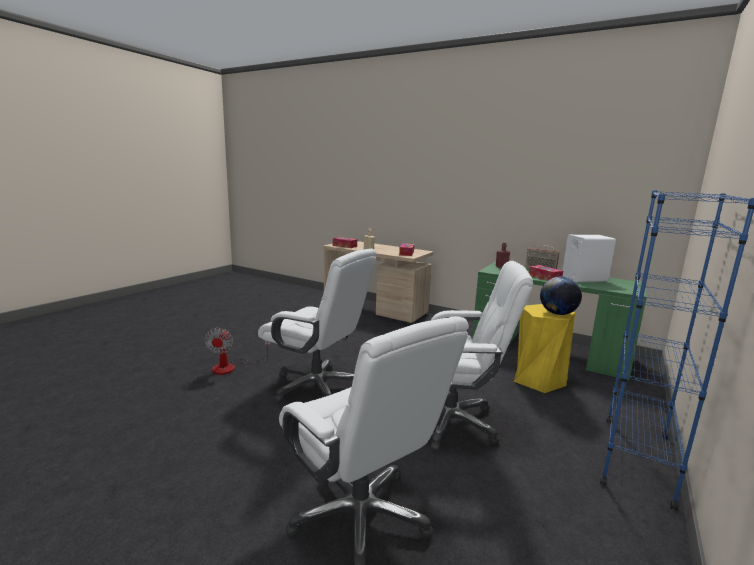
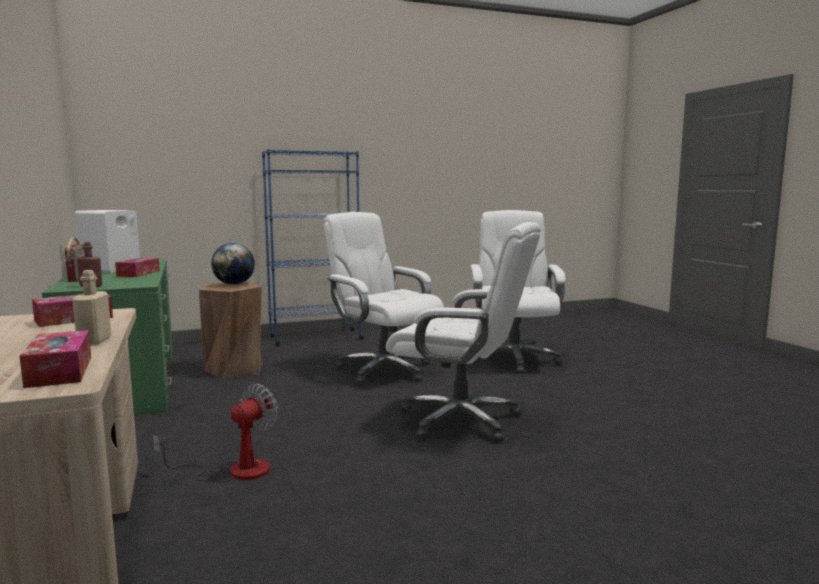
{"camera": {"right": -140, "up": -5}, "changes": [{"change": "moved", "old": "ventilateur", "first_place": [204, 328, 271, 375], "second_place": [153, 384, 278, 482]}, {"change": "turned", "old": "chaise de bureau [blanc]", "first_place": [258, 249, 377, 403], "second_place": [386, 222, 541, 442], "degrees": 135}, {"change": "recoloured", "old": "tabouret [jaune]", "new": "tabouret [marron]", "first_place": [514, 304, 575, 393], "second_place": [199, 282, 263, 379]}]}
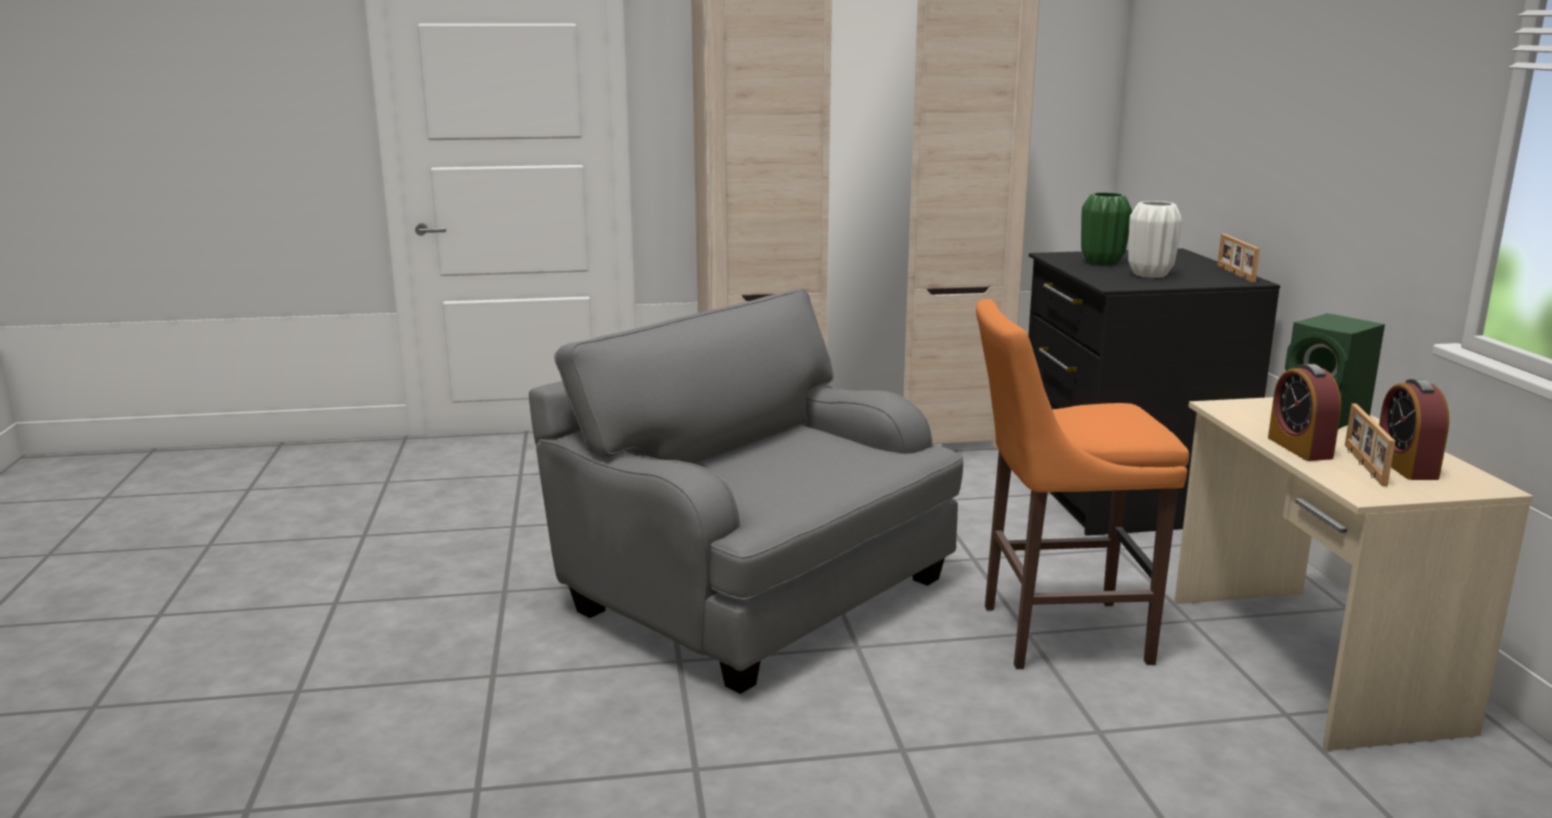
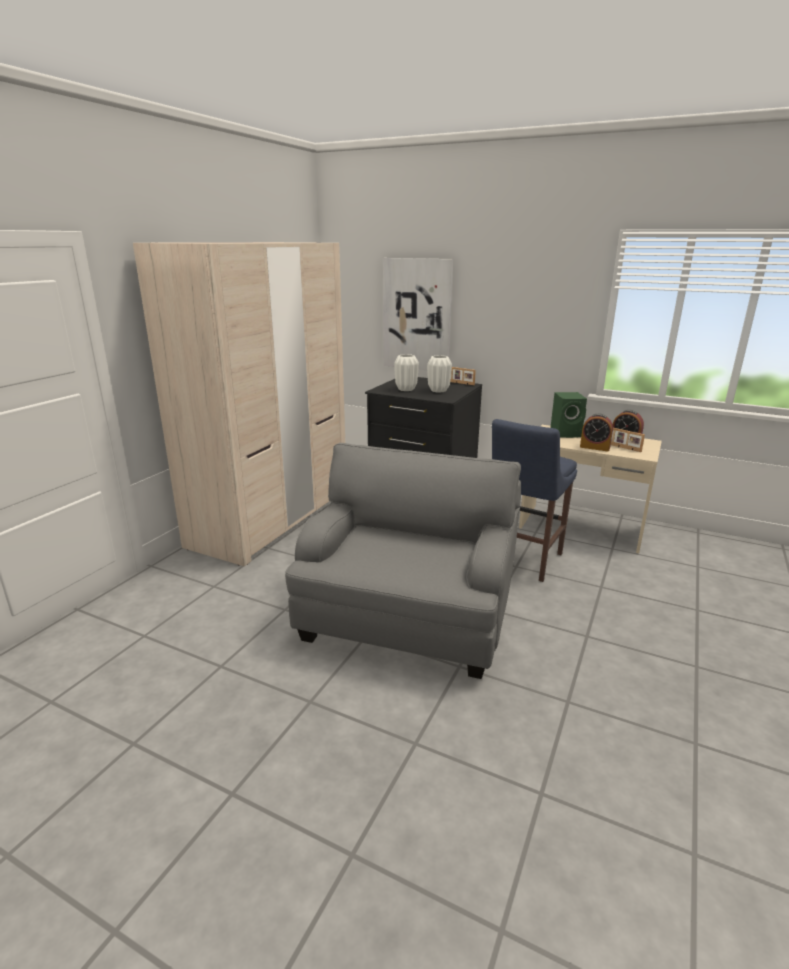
{"camera": {"right": -55, "up": 5}, "changes": [{"change": "turned", "old": "fauteuil [gris]", "first_place": [529, 289, 963, 694], "second_place": [285, 443, 521, 679], "degrees": 120}, {"change": "recoloured", "old": "tabouret [orange]", "new": "tabouret [bleu]", "first_place": [976, 299, 1189, 669], "second_place": [492, 419, 577, 582]}, {"change": "recoloured", "old": "vase [vert]", "new": "vase [blanc]", "first_place": [1081, 192, 1132, 266], "second_place": [394, 354, 419, 391]}, {"change": "added", "new": "tableau", "second_place": [383, 258, 453, 370]}]}
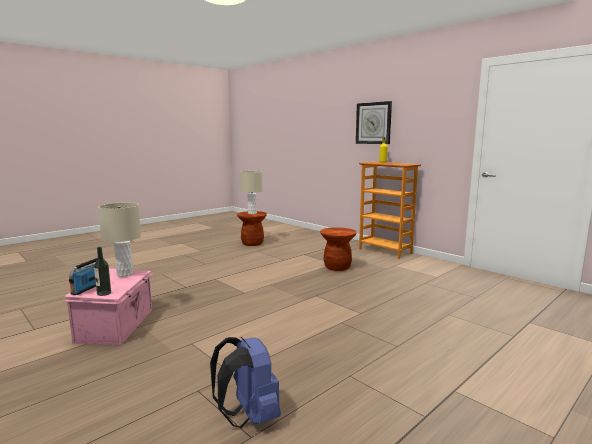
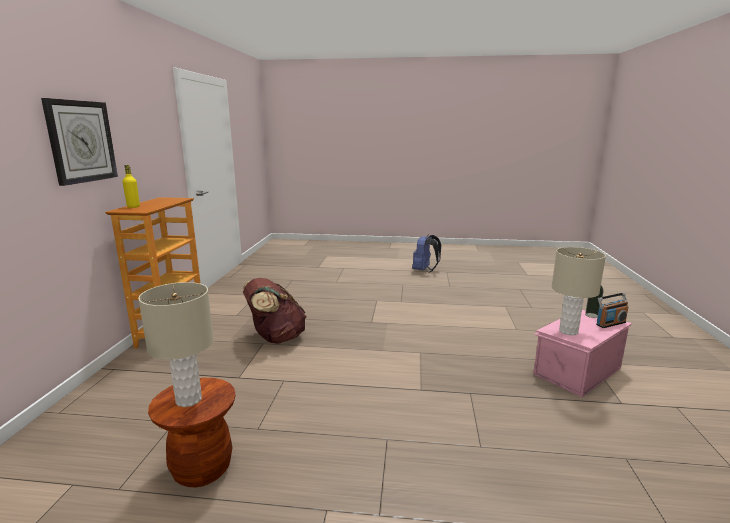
{"camera": {"right": -130, "up": 5}, "changes": [{"change": "moved", "old": "sac à dos [bleu]", "first_place": [210, 337, 281, 428], "second_place": [412, 234, 441, 272]}, {"change": "replaced", "old": "tabouret [marron]", "new": "sac à dos [marron]", "first_place": [320, 227, 356, 271], "second_place": [243, 278, 307, 344]}]}
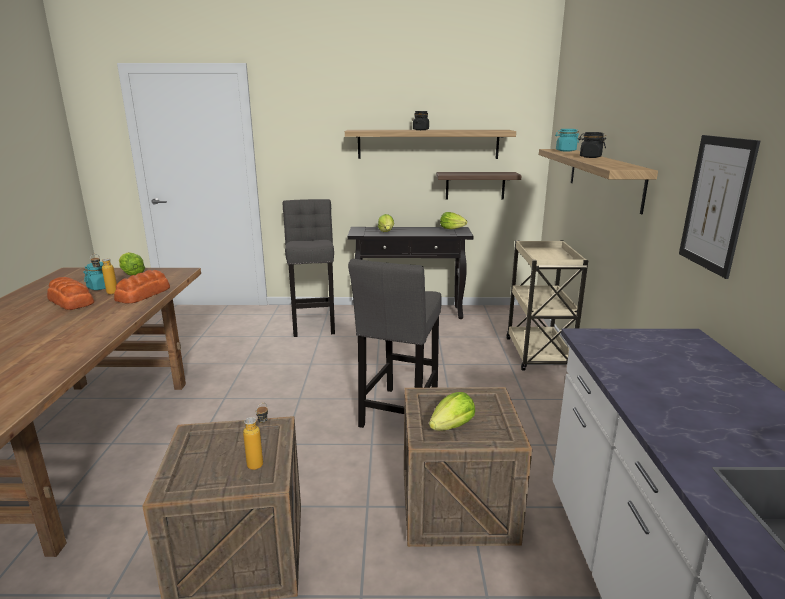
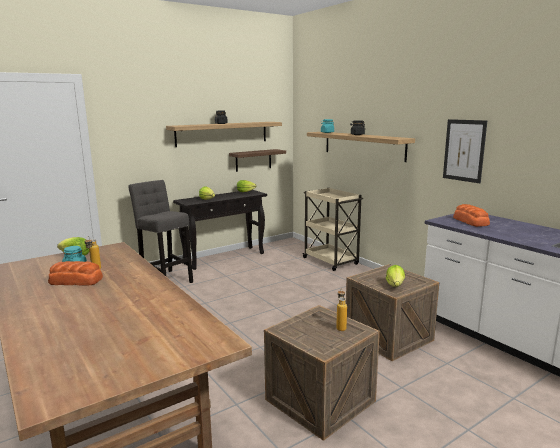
{"camera": {"right": -35, "up": -5}, "changes": [{"change": "moved", "old": "pain", "first_place": [114, 270, 170, 304], "second_place": [453, 204, 490, 227]}, {"change": "removed", "old": "tabouret [gris]", "first_place": [348, 259, 442, 428]}]}
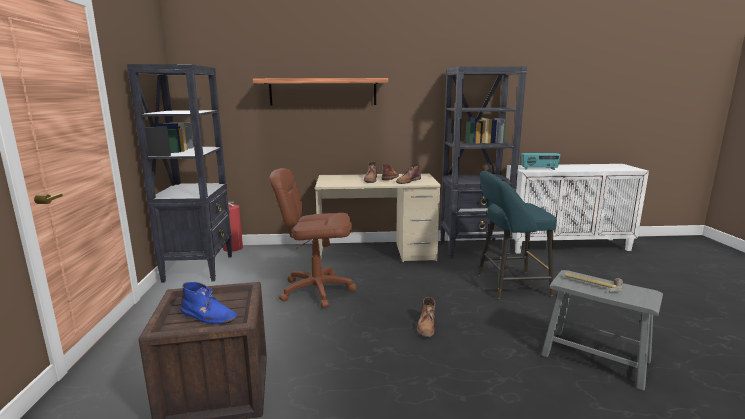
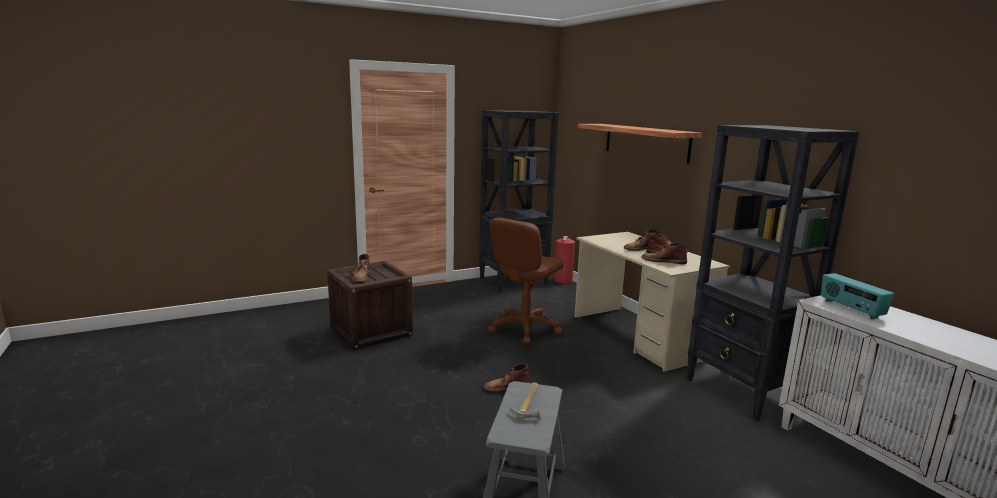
{"camera": {"right": 65, "up": 0}, "changes": [{"change": "recoloured", "old": "botte [bleu]", "new": "botte [marron]", "first_place": [180, 282, 238, 324], "second_place": [352, 254, 371, 283]}, {"change": "turned", "old": "chaise de bureau [marron]", "first_place": [270, 168, 356, 308], "second_place": [488, 218, 564, 344], "degrees": -120}, {"change": "removed", "old": "tabouret [turquoise]", "first_place": [478, 171, 557, 299]}]}
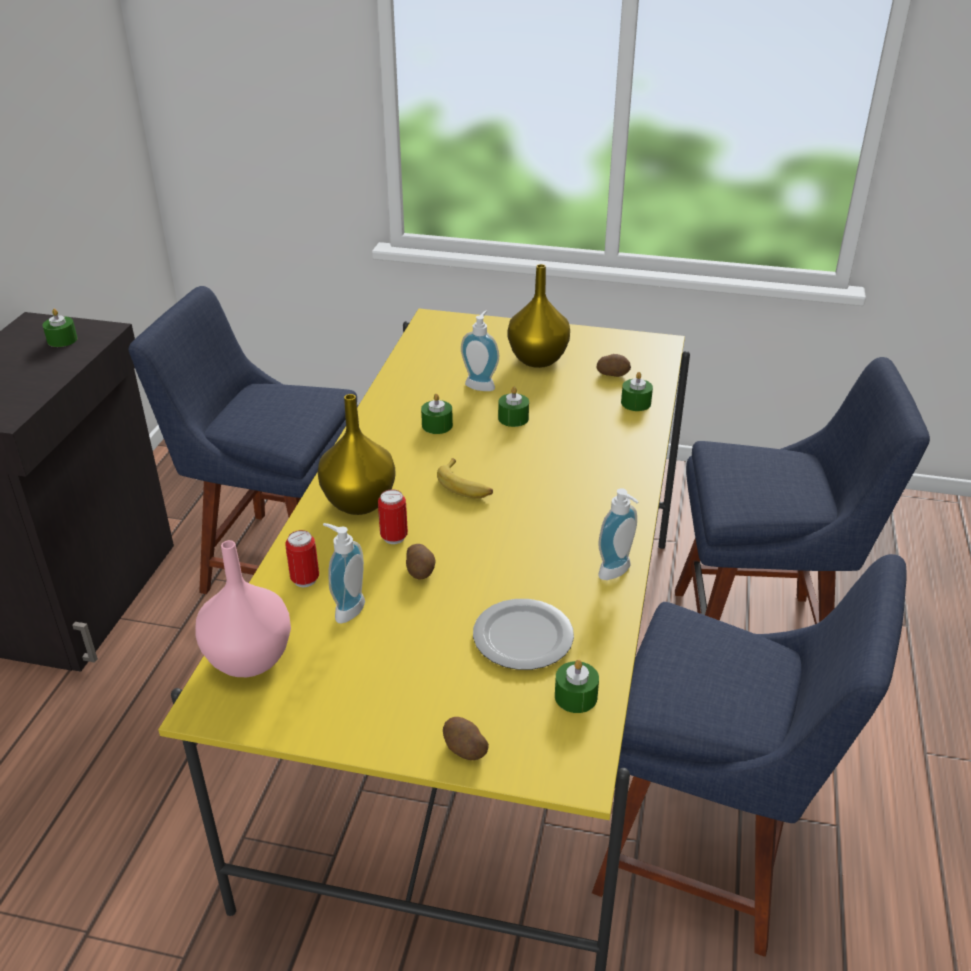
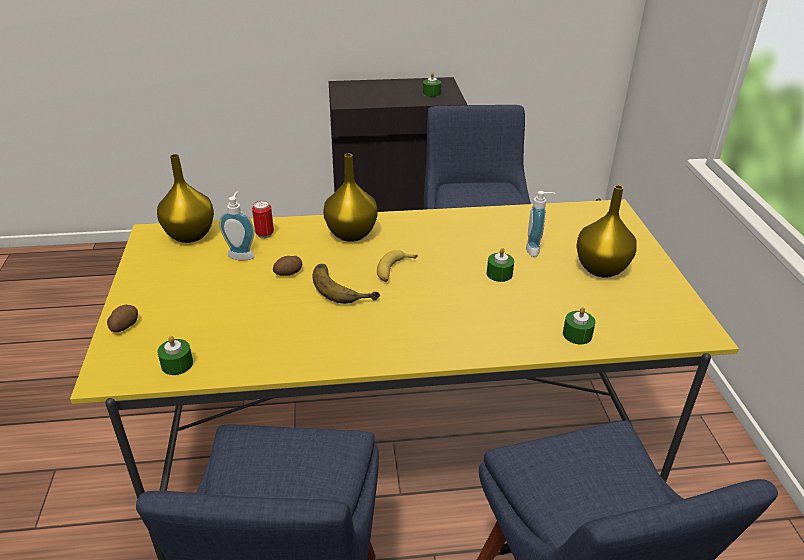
{"camera": {"right": 70, "up": 0}, "changes": [{"change": "recoloured", "old": "vase [rose]", "new": "vase [jaune]", "first_place": [195, 540, 291, 677], "second_place": [157, 154, 214, 243]}, {"change": "removed", "old": "boîte métallique", "first_place": [378, 489, 408, 544]}, {"change": "removed", "old": "bougie [vert]", "first_place": [421, 394, 453, 434]}, {"change": "removed", "old": "assiette", "first_place": [473, 599, 574, 670]}, {"change": "removed", "old": "pomme de terre", "first_place": [597, 354, 631, 377]}, {"change": "removed", "old": "distributeur de savon", "first_place": [598, 488, 639, 580]}, {"change": "added", "new": "banane", "second_place": [313, 264, 380, 304]}]}
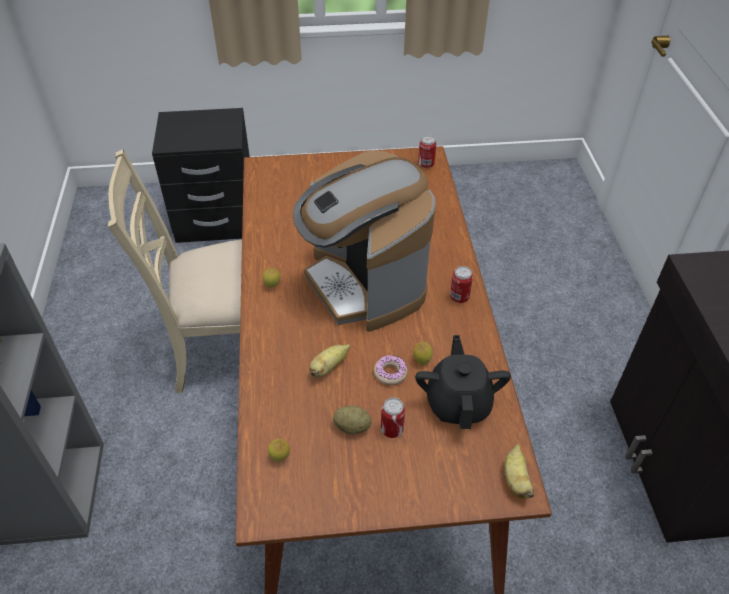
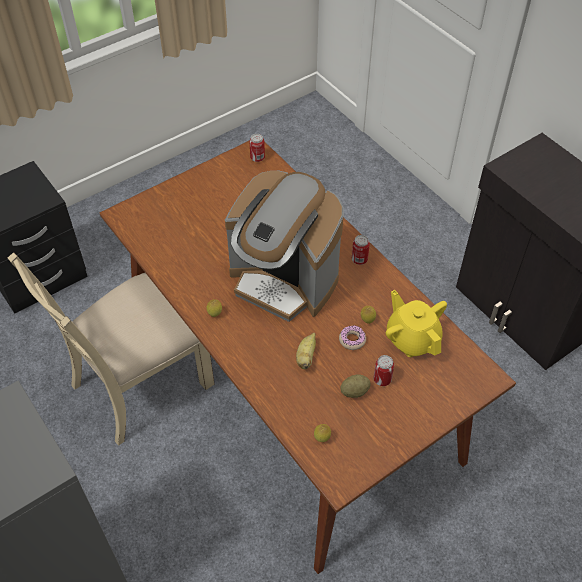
{"camera": {"right": -30, "up": 5}, "changes": [{"change": "recoloured", "old": "théière [noir]", "new": "théière [jaune]", "first_place": [415, 335, 511, 429], "second_place": [386, 290, 447, 357]}, {"change": "removed", "old": "banane", "first_place": [504, 444, 534, 499]}]}
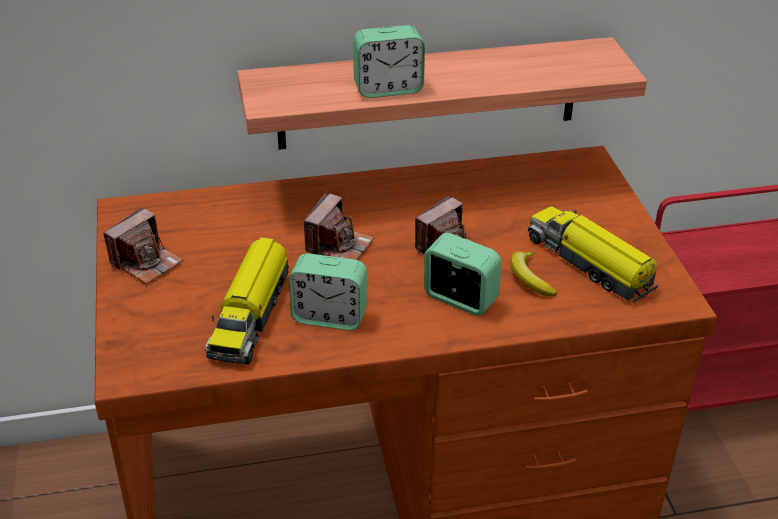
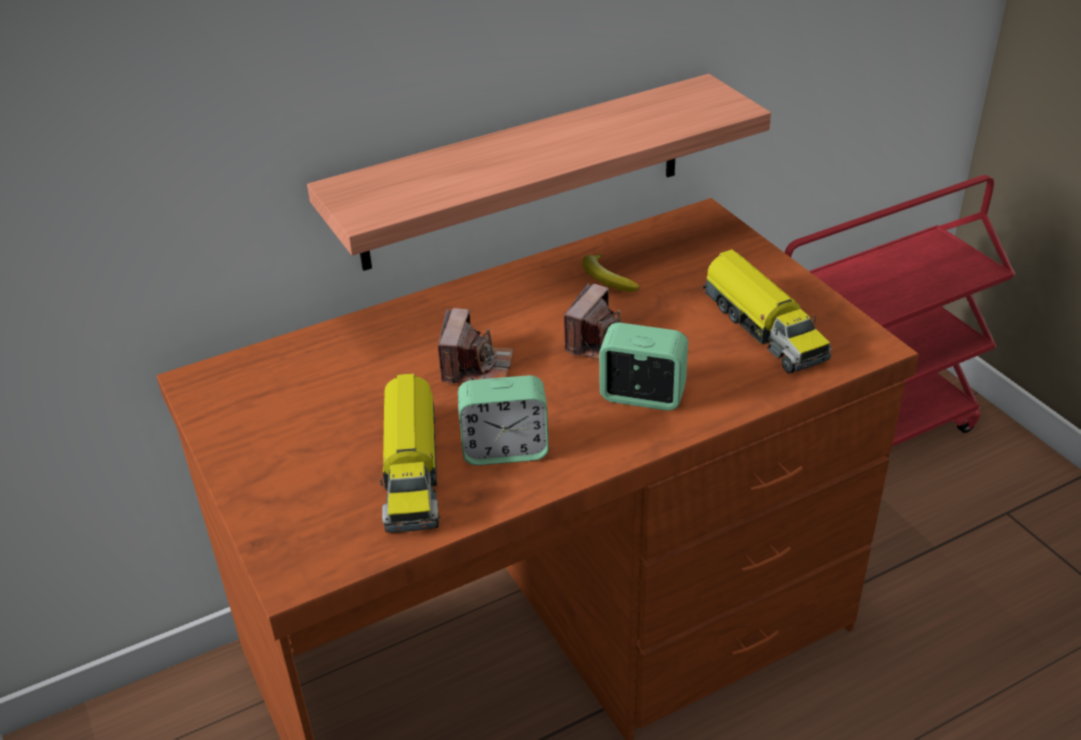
{"camera": {"right": -15, "up": 0}, "changes": [{"change": "removed", "old": "appareil photo", "first_place": [103, 207, 183, 284]}, {"change": "removed", "old": "réveil", "first_place": [353, 25, 425, 98]}, {"change": "moved", "old": "banane", "first_place": [510, 251, 557, 296], "second_place": [582, 254, 639, 292]}, {"change": "turned", "old": "camion jouet", "first_place": [528, 206, 658, 302], "second_place": [703, 249, 832, 374], "degrees": -150}]}
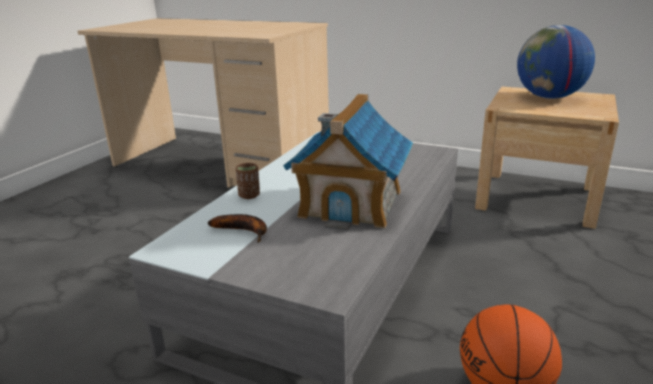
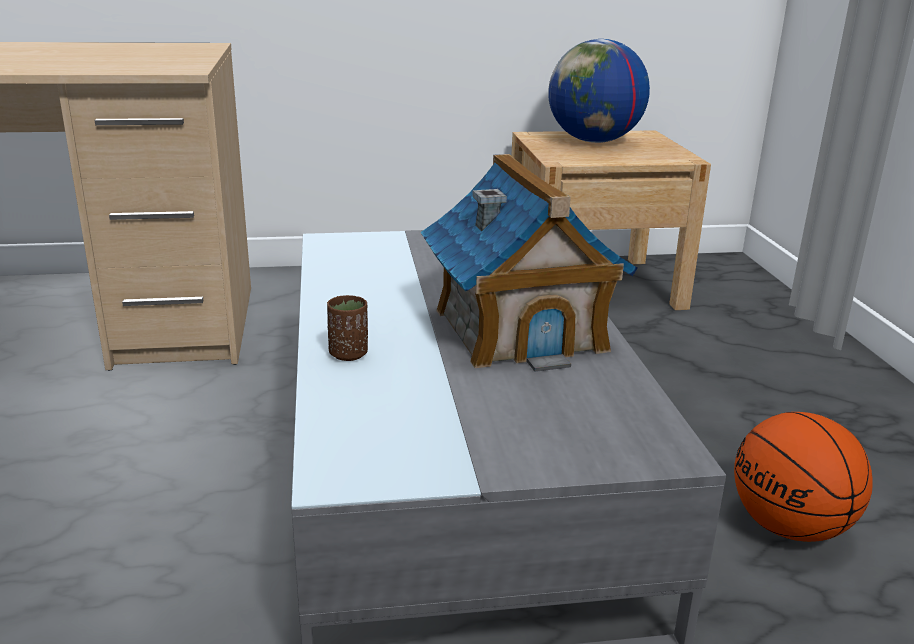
{"camera": {"right": -35, "up": 0}, "changes": [{"change": "removed", "old": "banane", "first_place": [208, 214, 267, 243]}]}
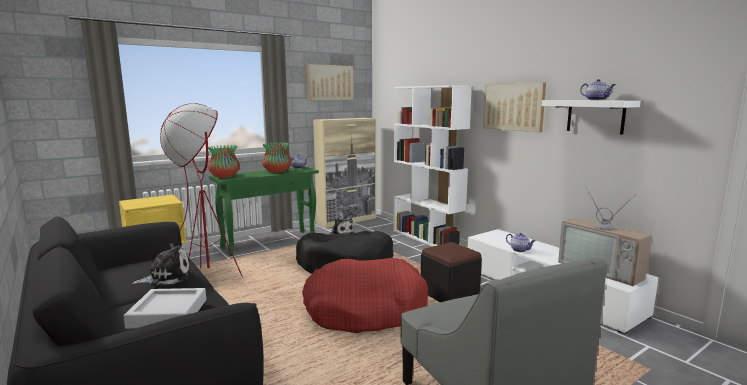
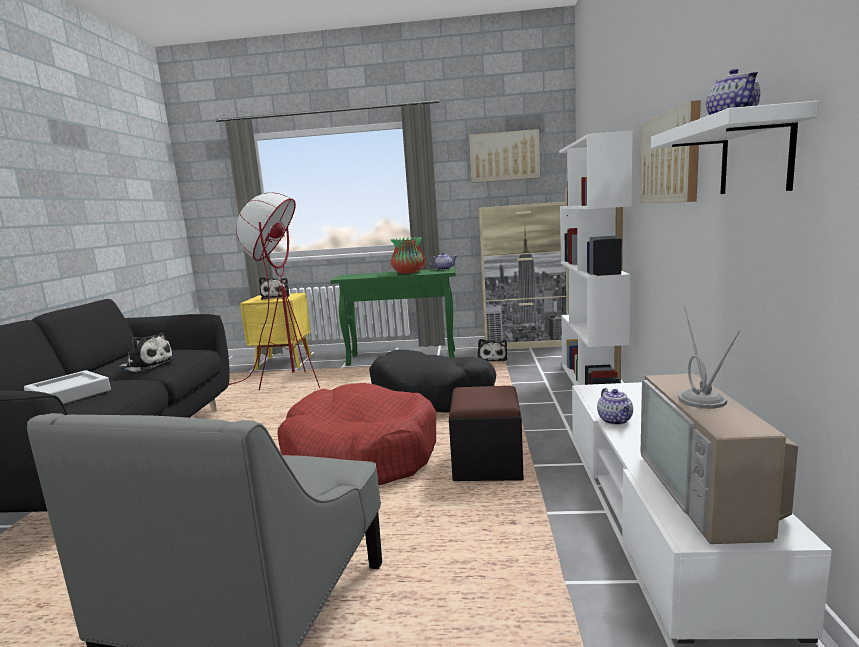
{"camera": {"right": 40, "up": 0}, "changes": [{"change": "removed", "old": "vase", "first_place": [208, 145, 240, 178]}, {"change": "added", "new": "peluche", "second_place": [259, 277, 290, 300]}]}
